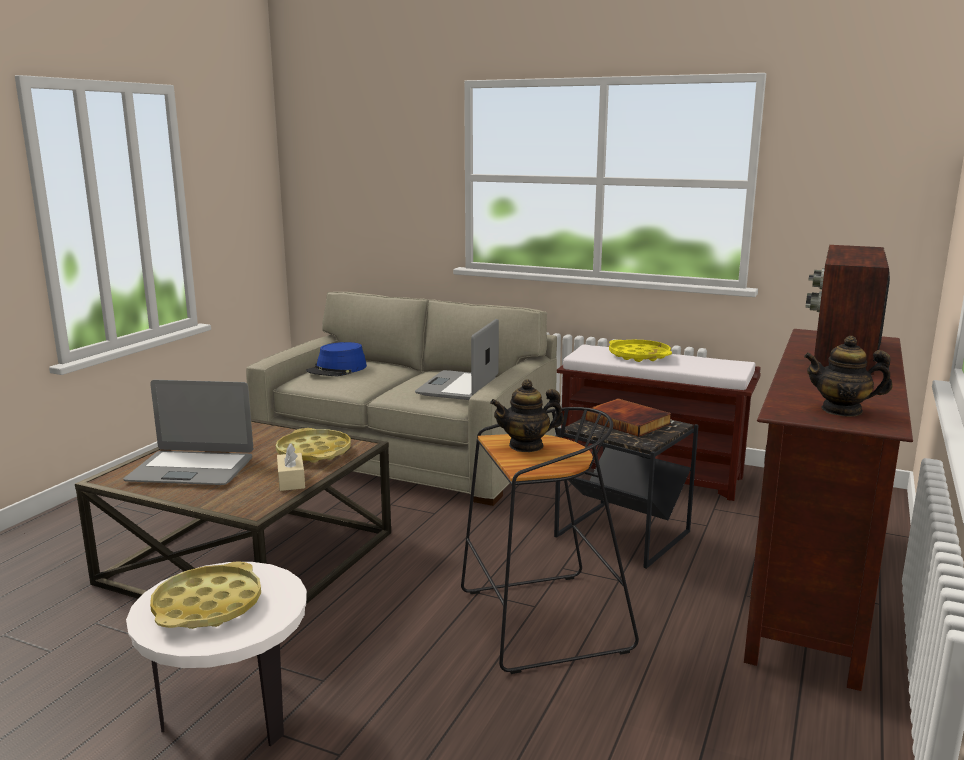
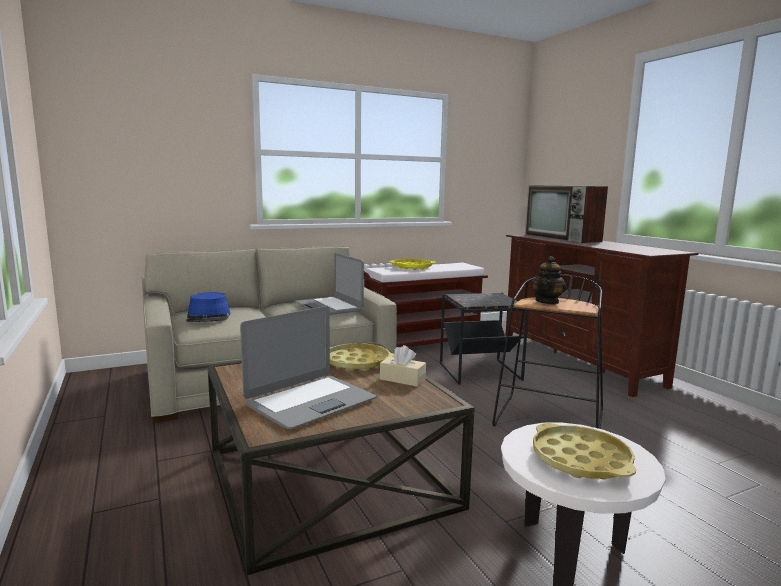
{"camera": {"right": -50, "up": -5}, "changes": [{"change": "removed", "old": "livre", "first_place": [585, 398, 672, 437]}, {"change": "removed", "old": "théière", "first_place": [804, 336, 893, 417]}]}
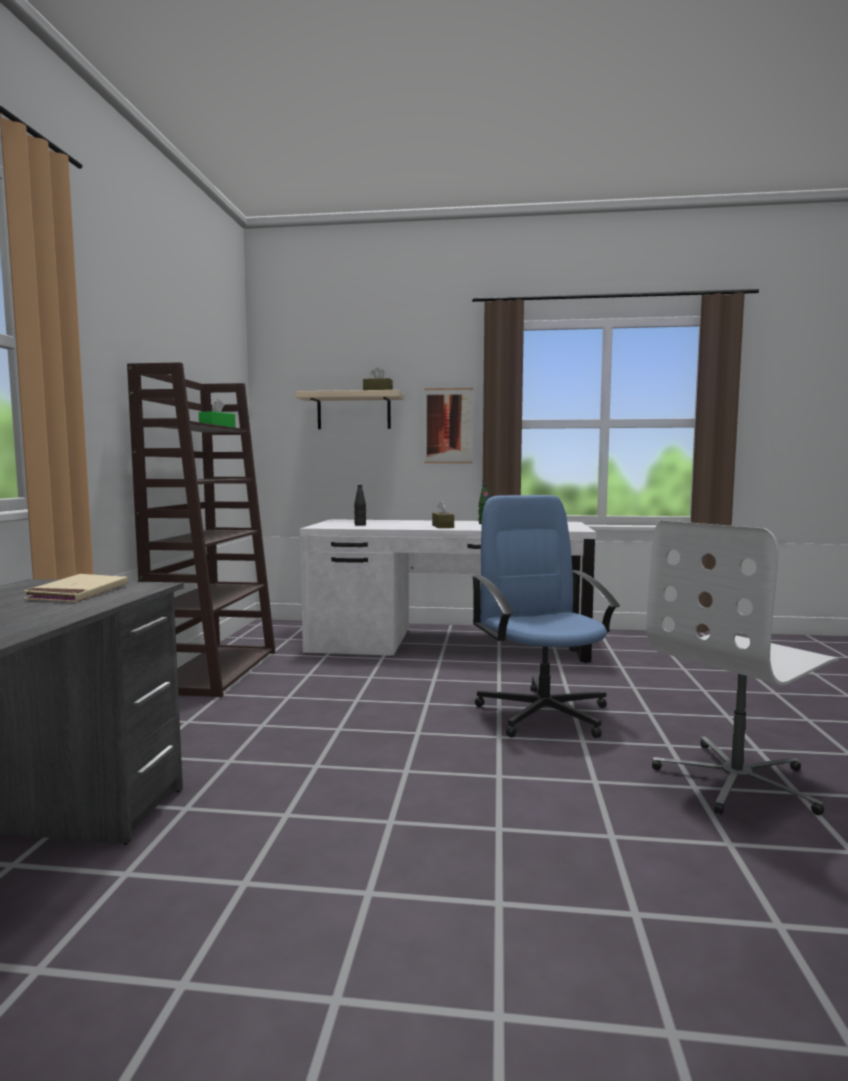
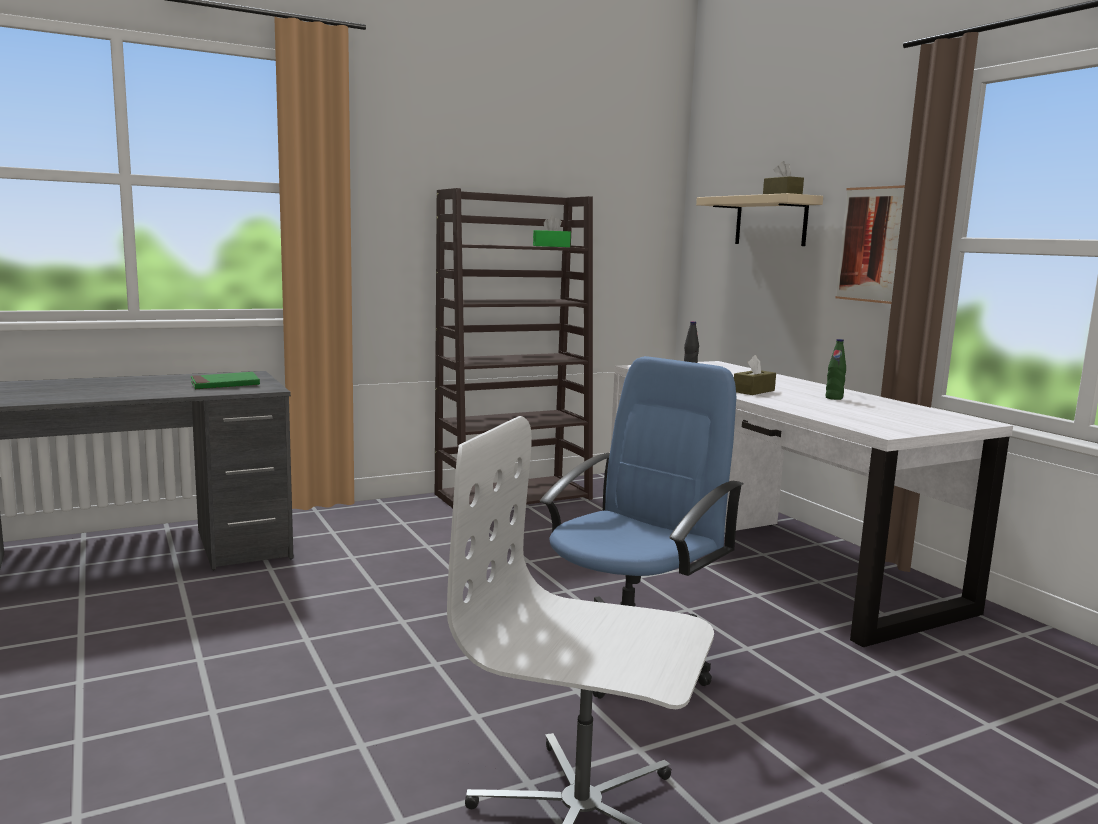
{"camera": {"right": 55, "up": 5}, "changes": [{"change": "recoloured", "old": "livre [beige]", "new": "livre [vert]", "first_place": [24, 574, 128, 602], "second_place": [191, 372, 260, 389]}]}
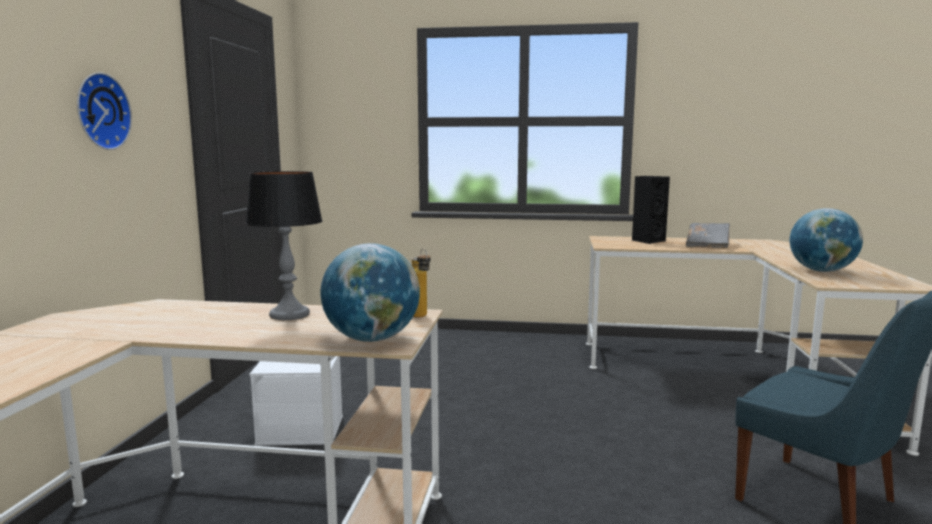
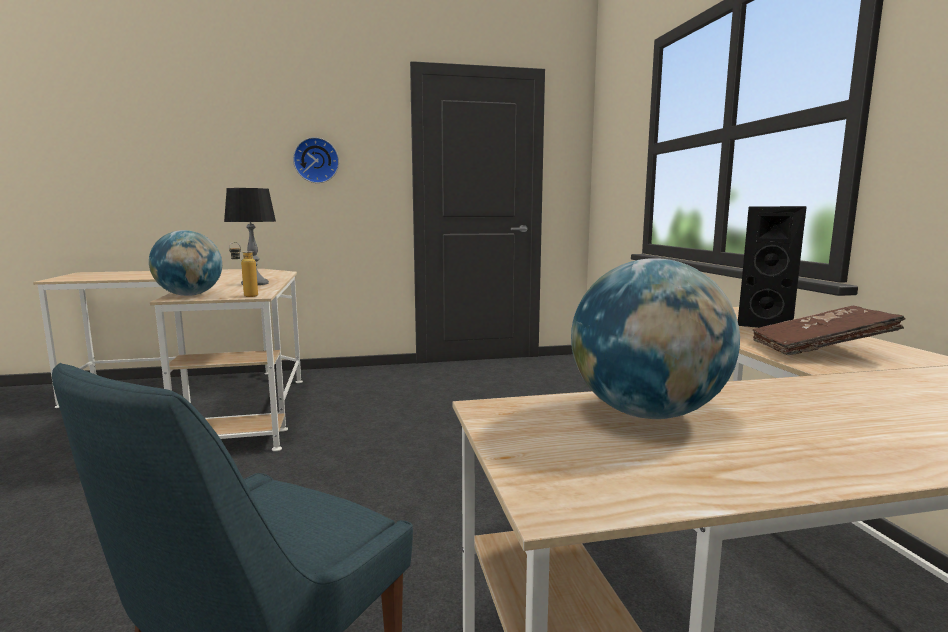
{"camera": {"right": 70, "up": 0}, "changes": [{"change": "removed", "old": "boîte de rangement [blanc]", "first_place": [249, 356, 343, 446]}, {"change": "recoloured", "old": "livre [gris]", "new": "livre [marron]", "first_place": [686, 223, 730, 248], "second_place": [753, 306, 905, 355]}]}
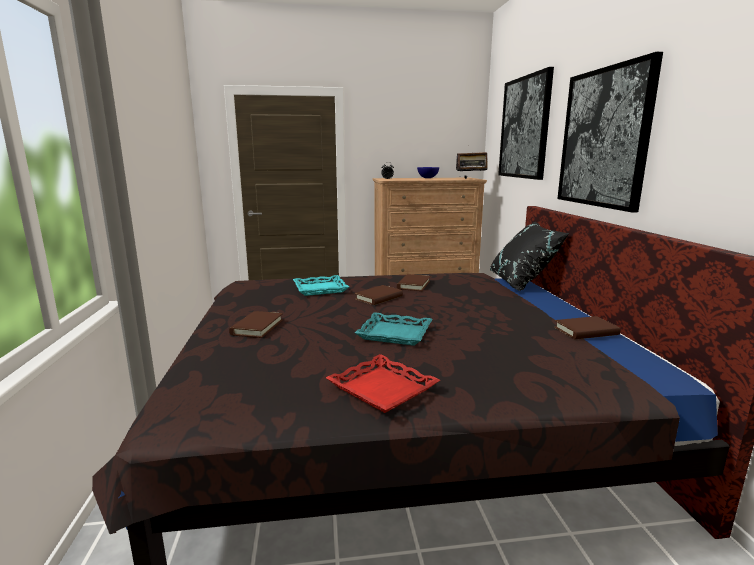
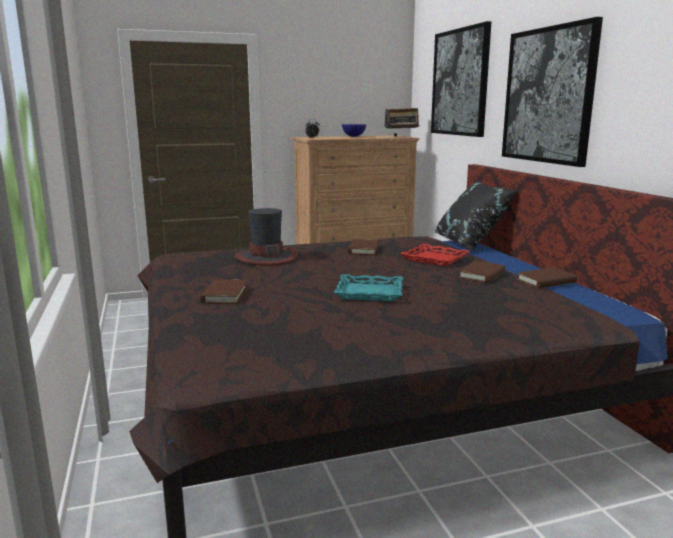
{"camera": {"right": -10, "up": 0}, "changes": [{"change": "replaced", "old": "plateau [turquoise]", "new": "chapeau", "first_place": [293, 275, 349, 296], "second_place": [235, 208, 298, 266]}, {"change": "moved", "old": "plateau [rouge]", "first_place": [326, 354, 440, 413], "second_place": [400, 244, 470, 266]}, {"change": "moved", "old": "livre [marron]", "first_place": [355, 285, 403, 305], "second_place": [458, 261, 505, 283]}]}
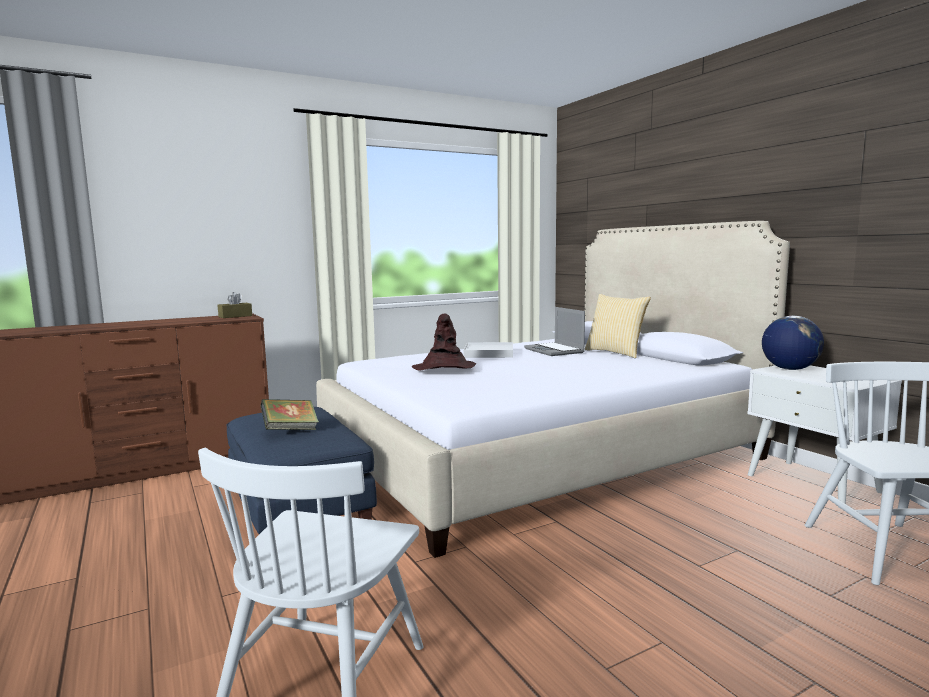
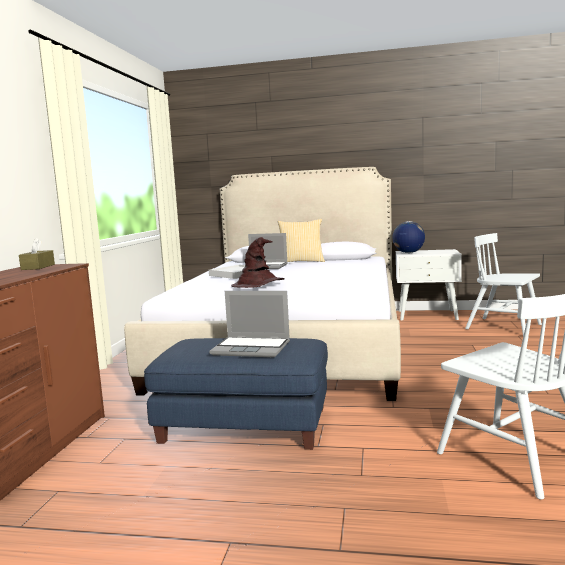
{"camera": {"right": -50, "up": 0}, "changes": [{"change": "replaced", "old": "livre", "new": "ordinateur portable", "first_place": [260, 399, 319, 430], "second_place": [210, 291, 290, 357]}]}
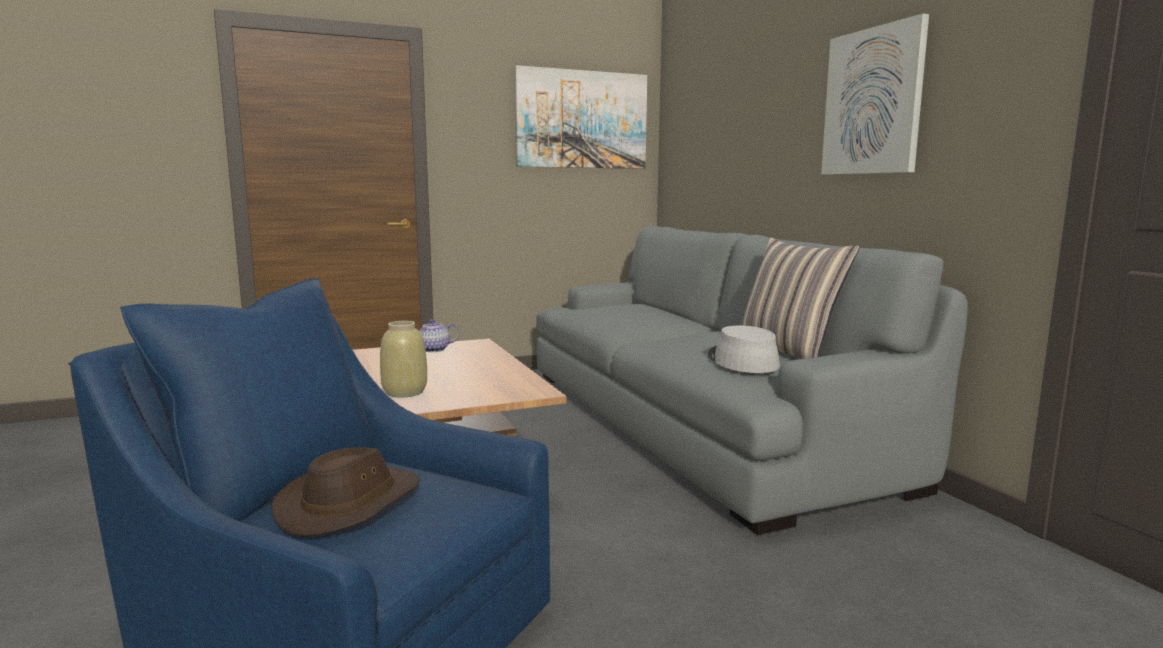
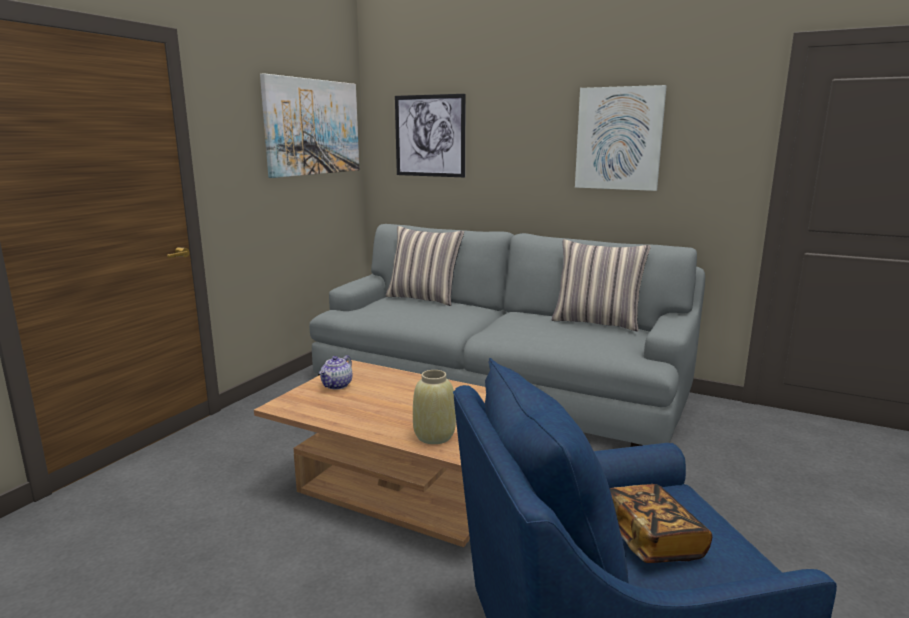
{"camera": {"right": -40, "up": 5}, "changes": [{"change": "replaced", "old": "chapeau [marron]", "new": "livre", "first_place": [271, 447, 420, 537], "second_place": [610, 484, 712, 563]}, {"change": "removed", "old": "chapeau [gris]", "first_place": [708, 325, 780, 373]}, {"change": "added", "new": "coussin", "second_place": [386, 226, 464, 306]}, {"change": "added", "new": "tableau", "second_place": [395, 94, 466, 177]}]}
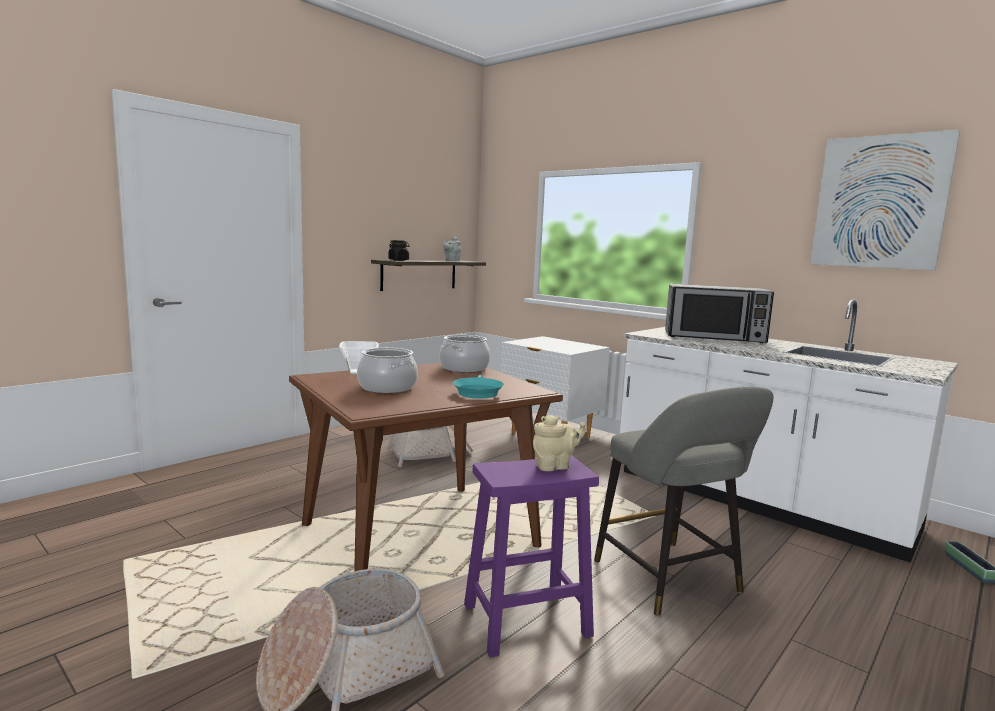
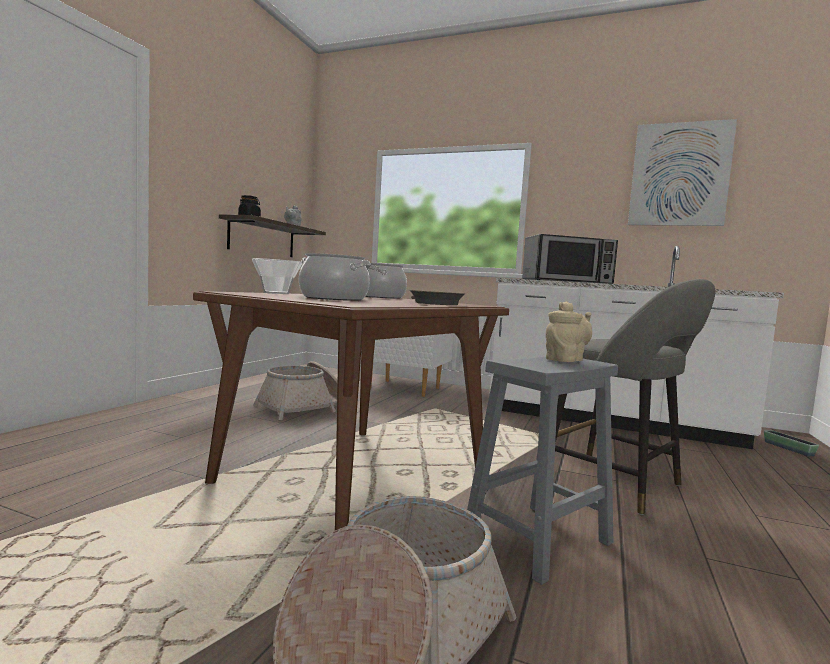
{"camera": {"right": -20, "up": -5}, "changes": [{"change": "recoloured", "old": "poêle [turquoise]", "new": "poêle [marron]", "first_place": [453, 375, 504, 399], "second_place": [410, 290, 465, 305]}, {"change": "recoloured", "old": "tabouret [violet]", "new": "tabouret [gris]", "first_place": [464, 455, 599, 658], "second_place": [467, 356, 618, 585]}]}
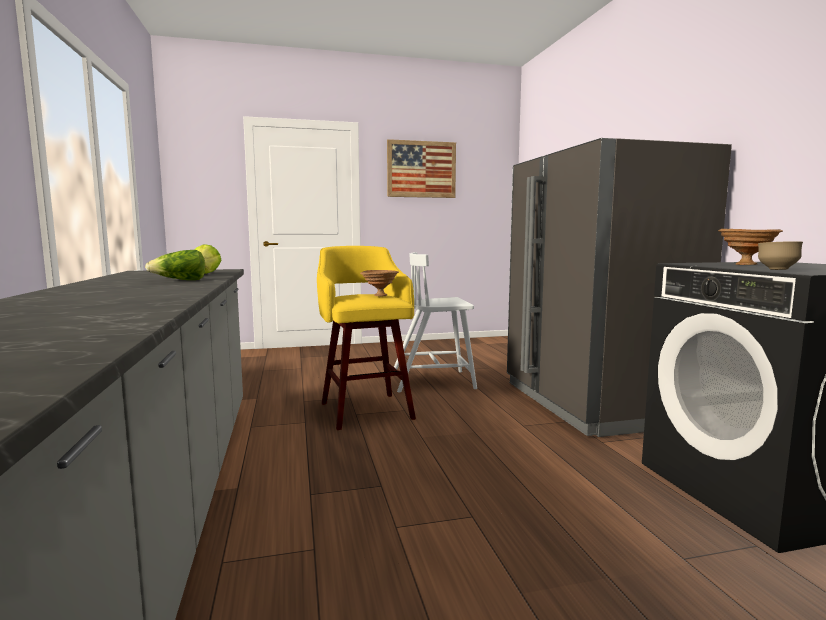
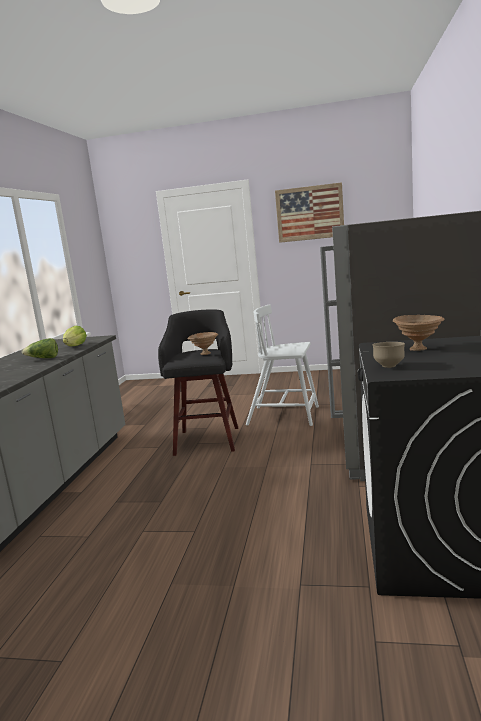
{"camera": {"right": 25, "up": 5}, "changes": [{"change": "recoloured", "old": "tabouret [jaune]", "new": "tabouret [noir]", "first_place": [317, 246, 416, 430], "second_place": [158, 309, 238, 456]}]}
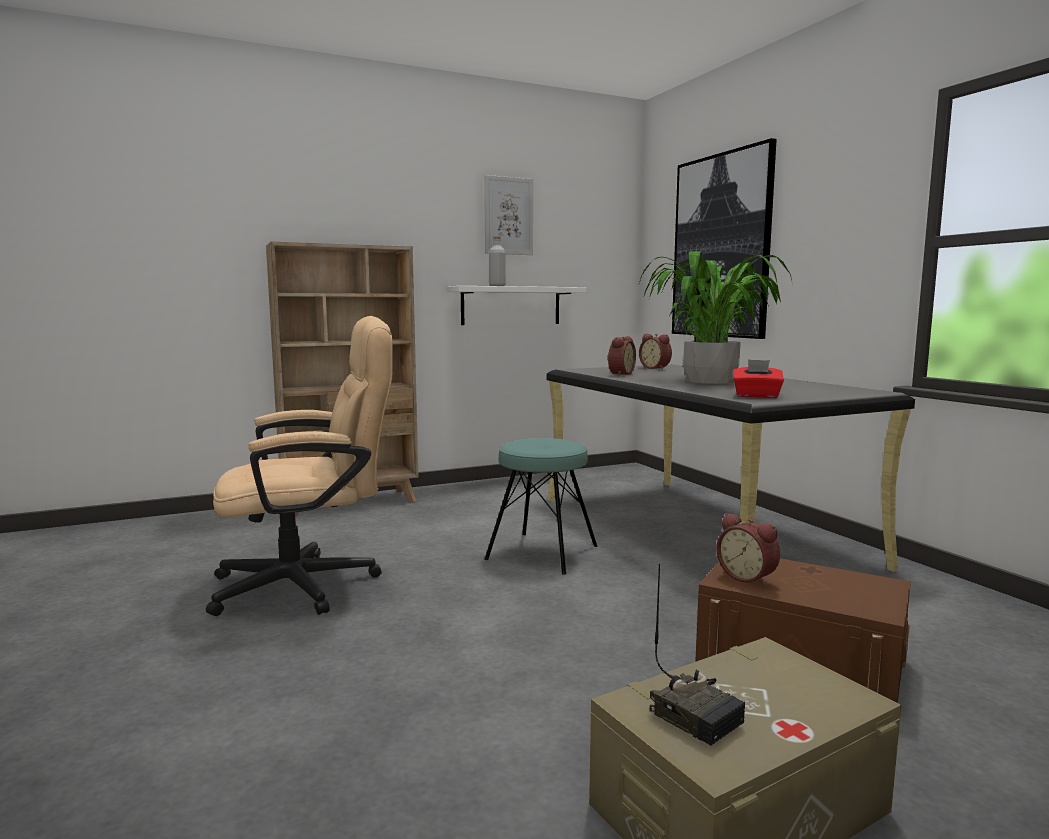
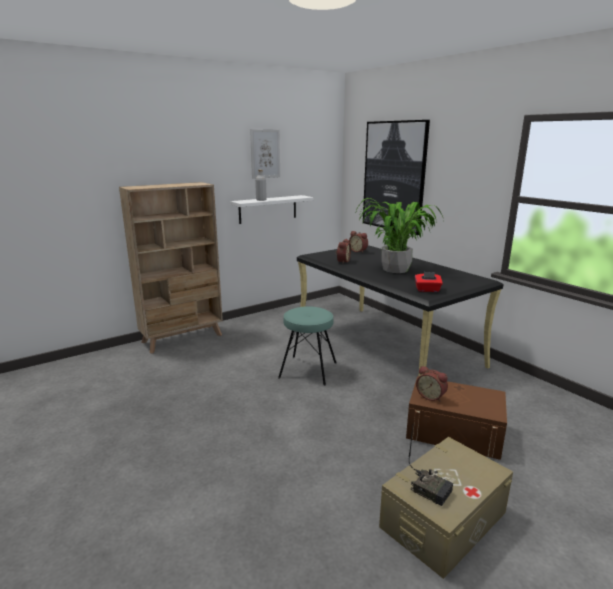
{"camera": {"right": -10, "up": 10}, "changes": [{"change": "removed", "old": "chaise de bureau [beige]", "first_place": [206, 316, 393, 616]}]}
